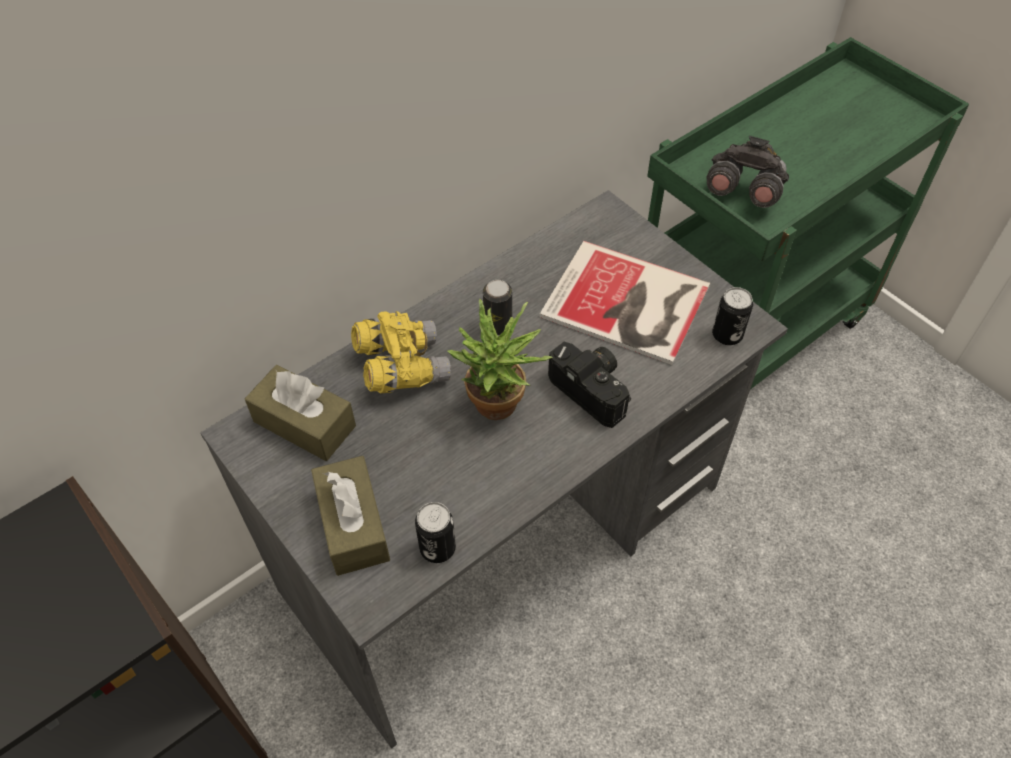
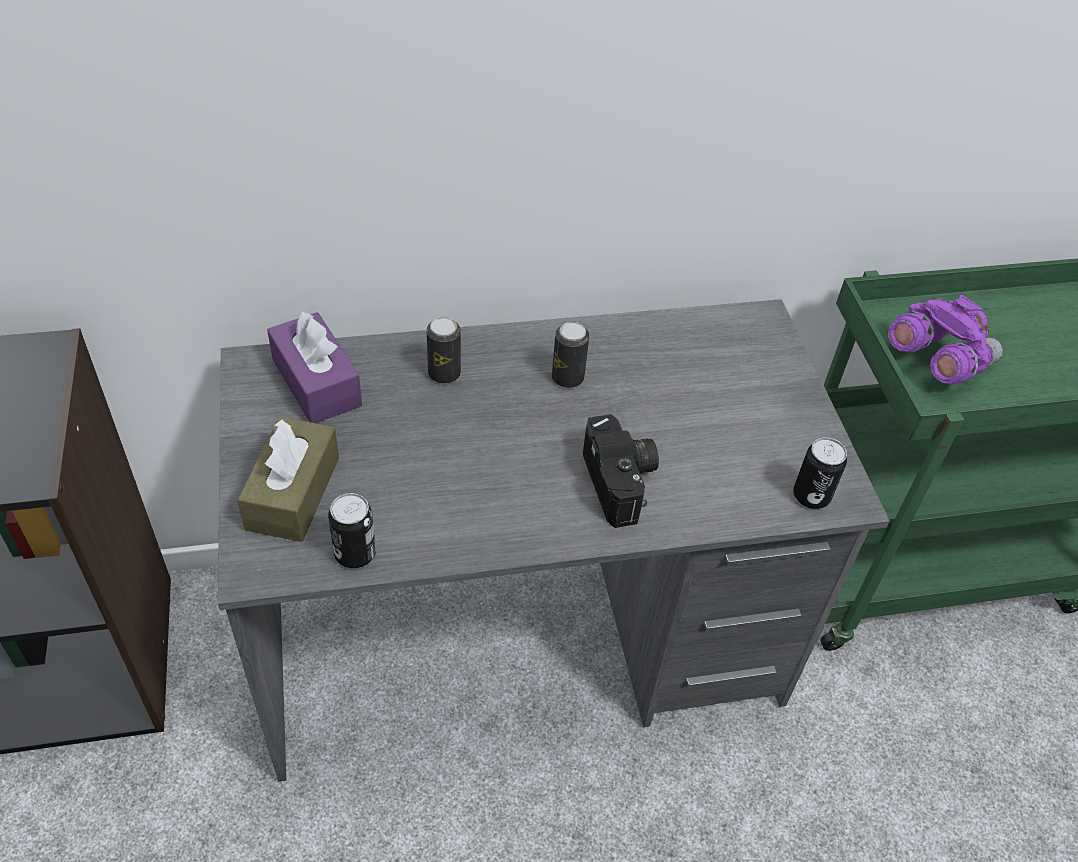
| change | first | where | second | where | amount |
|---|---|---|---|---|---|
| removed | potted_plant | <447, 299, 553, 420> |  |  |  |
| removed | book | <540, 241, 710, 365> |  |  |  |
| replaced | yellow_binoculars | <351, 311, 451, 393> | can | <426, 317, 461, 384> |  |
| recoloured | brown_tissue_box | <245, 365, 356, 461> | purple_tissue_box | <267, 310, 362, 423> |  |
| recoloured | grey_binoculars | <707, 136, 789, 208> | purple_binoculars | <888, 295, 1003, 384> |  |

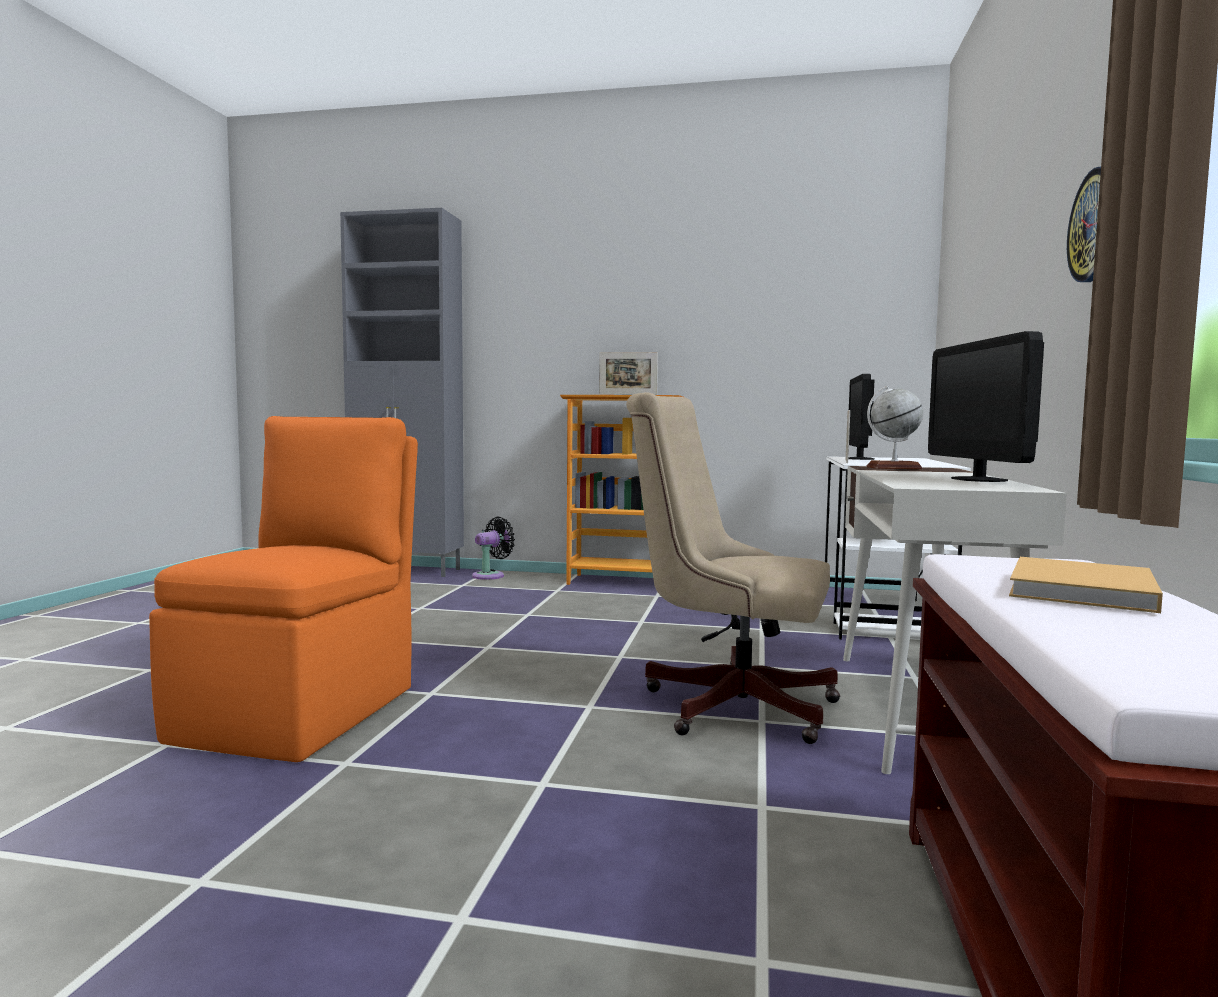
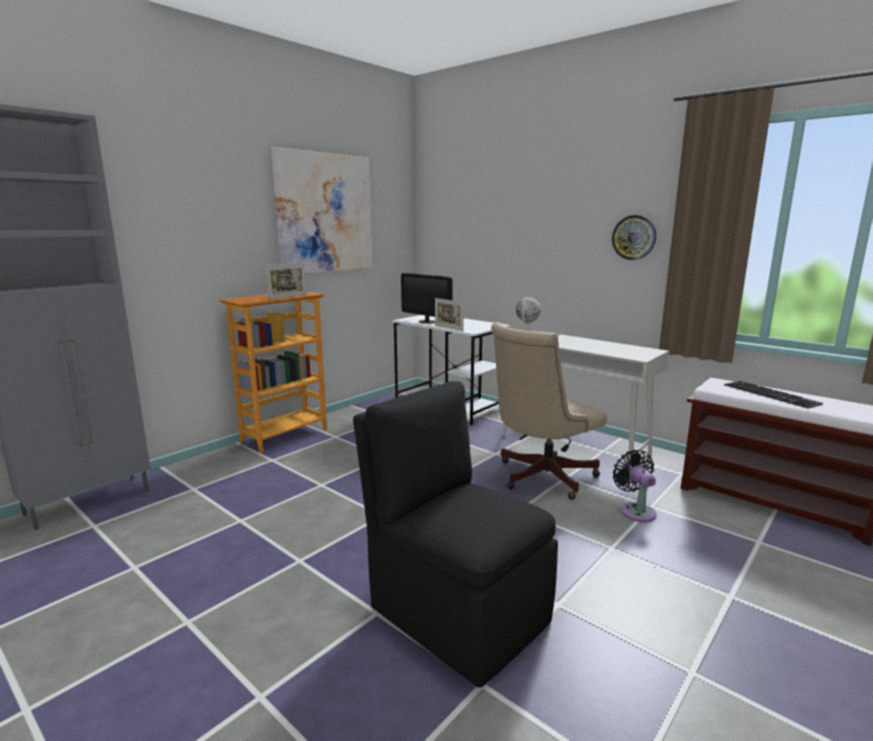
| change | first | where | second | where | amount |
|---|---|---|---|---|---|
| removed | monitor | <928, 331, 1044, 482> |  |  |  |
| added |  |  | picture | <271, 147, 372, 273> |  |
| moved | black_fan | <472, 517, 515, 580> |  | <613, 450, 657, 522> |  |
| replaced | beige_book | <1009, 557, 1163, 613> | keyboard | <724, 381, 823, 408> |  |
| recoloured | orange_chair | <149, 416, 418, 762> | black_chair | <353, 381, 558, 688> |  |

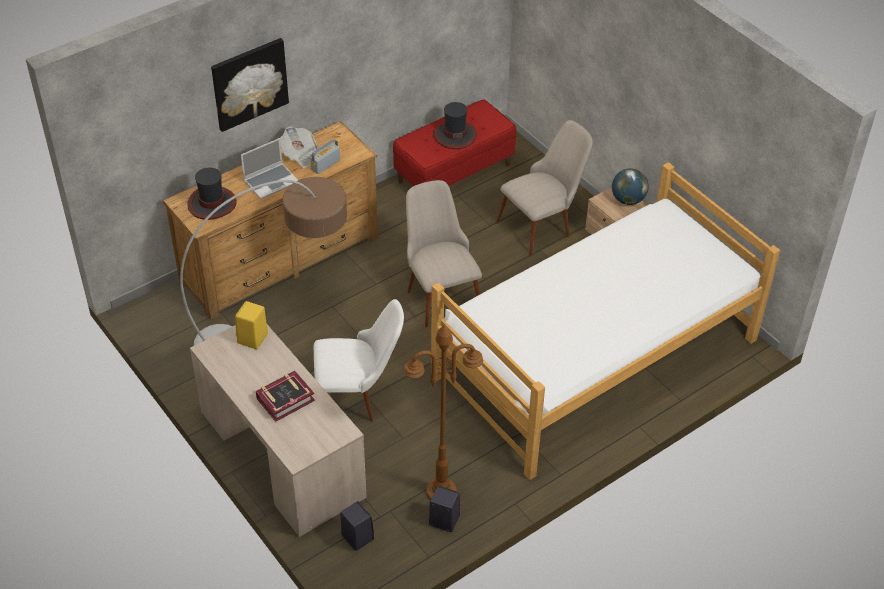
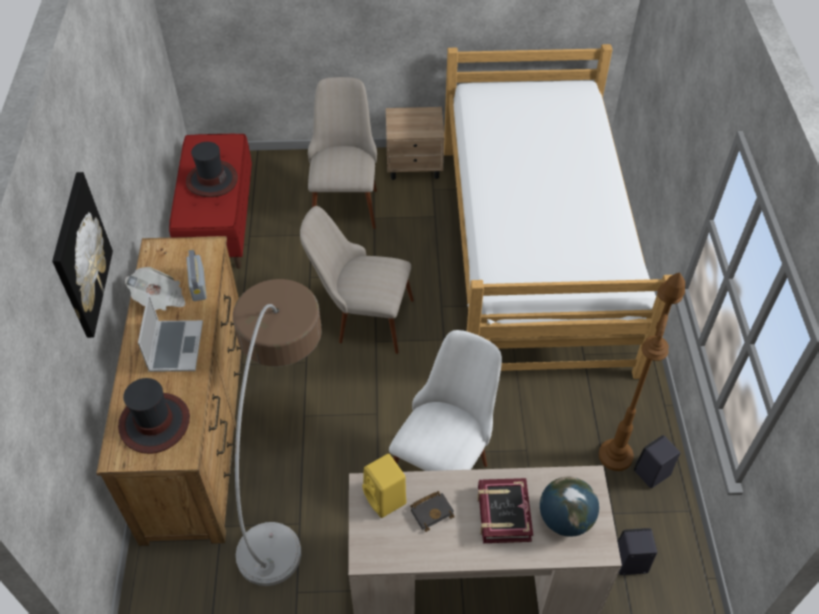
| change | first | where | second | where | amount |
|---|---|---|---|---|---|
| added |  |  | black_book | <410, 491, 455, 532> |  |
| moved | globe | <612, 168, 649, 205> |  | <540, 477, 599, 537> |  |

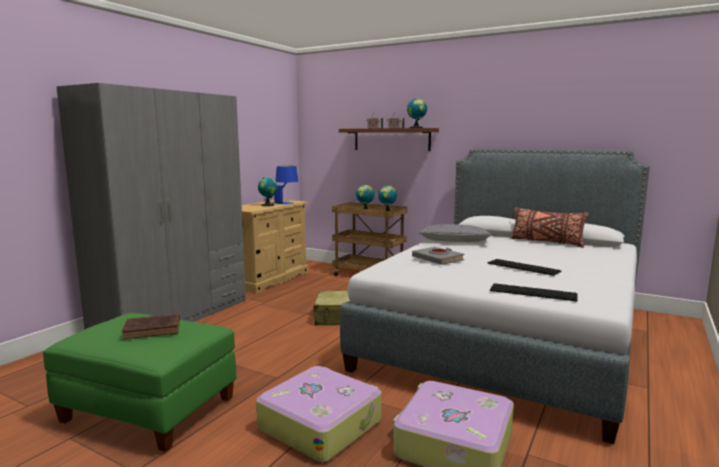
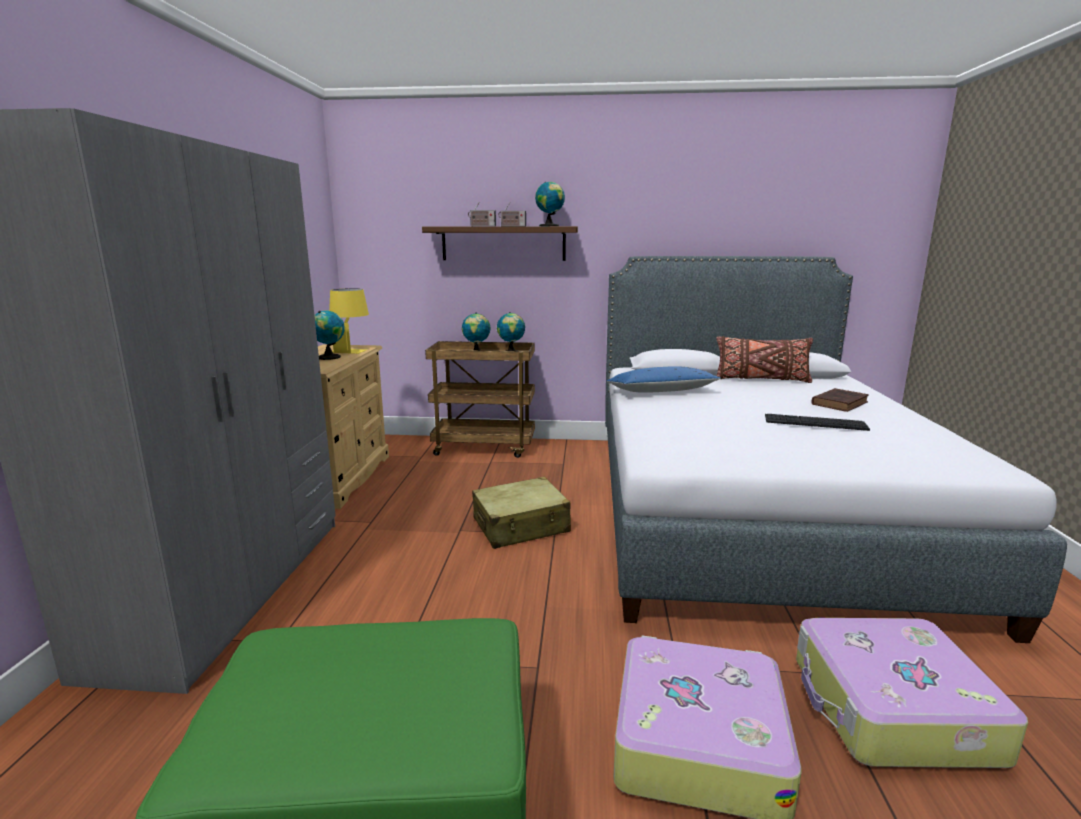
| change | first | where | second | where | amount |
|---|---|---|---|---|---|
| removed | grey_book | <412, 247, 464, 265> |  |  |  |
| removed | keyboard | <490, 283, 578, 302> |  |  |  |
| moved | brown_book | <122, 314, 180, 339> |  | <812, 388, 869, 412> |  |
| recoloured | blue_table_lamp | <274, 166, 298, 205> | yellow_table_lamp | <329, 288, 369, 354> |  |
| recoloured | grey_pillow | <418, 224, 492, 242> | blue_pillow | <607, 366, 721, 393> |  |

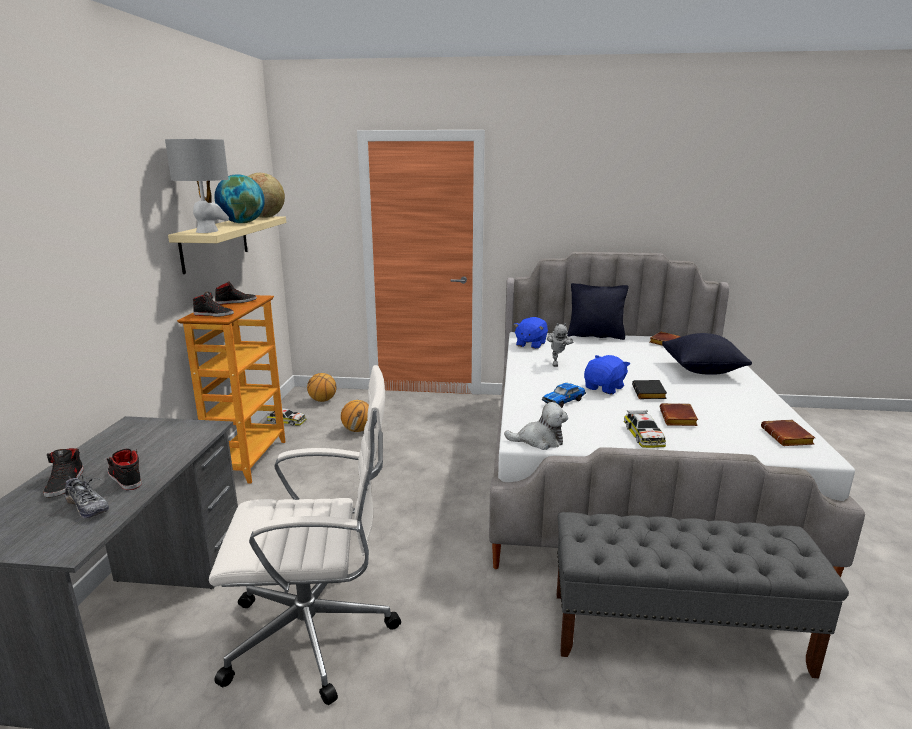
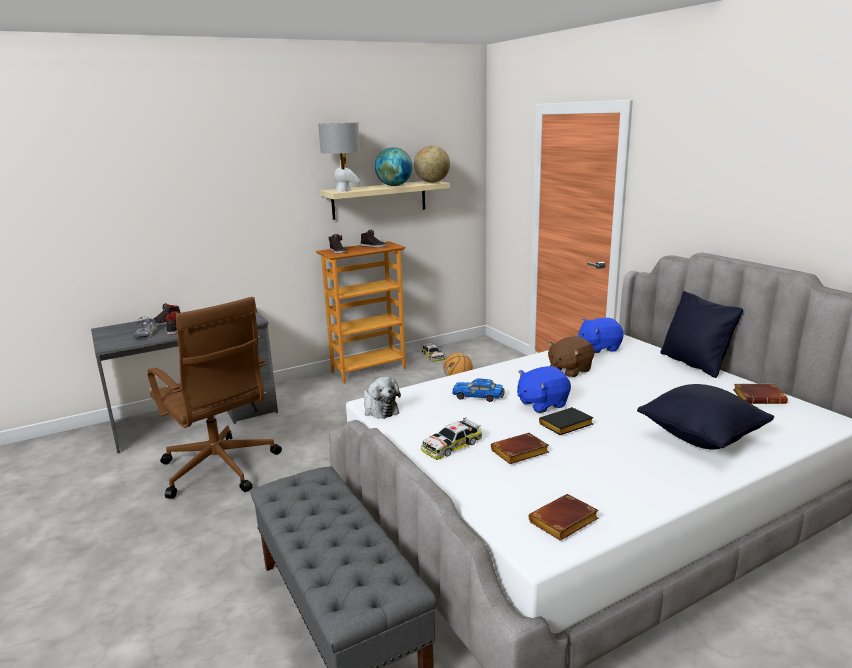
| change | first | where | second | where | amount |
|---|---|---|---|---|---|
| removed | basketball | <307, 373, 337, 402> |  |  |  |
| replaced | toy_robot | <547, 323, 573, 367> | brown_plush_toy | <548, 336, 595, 378> |  |
| recoloured | white_office_chair | <209, 365, 401, 705> | brown_office_chair | <147, 297, 282, 499> |  |
| turned | blue_plush_toy | <584, 355, 630, 394> |  | <517, 366, 571, 413> | 150 degrees clockwise |

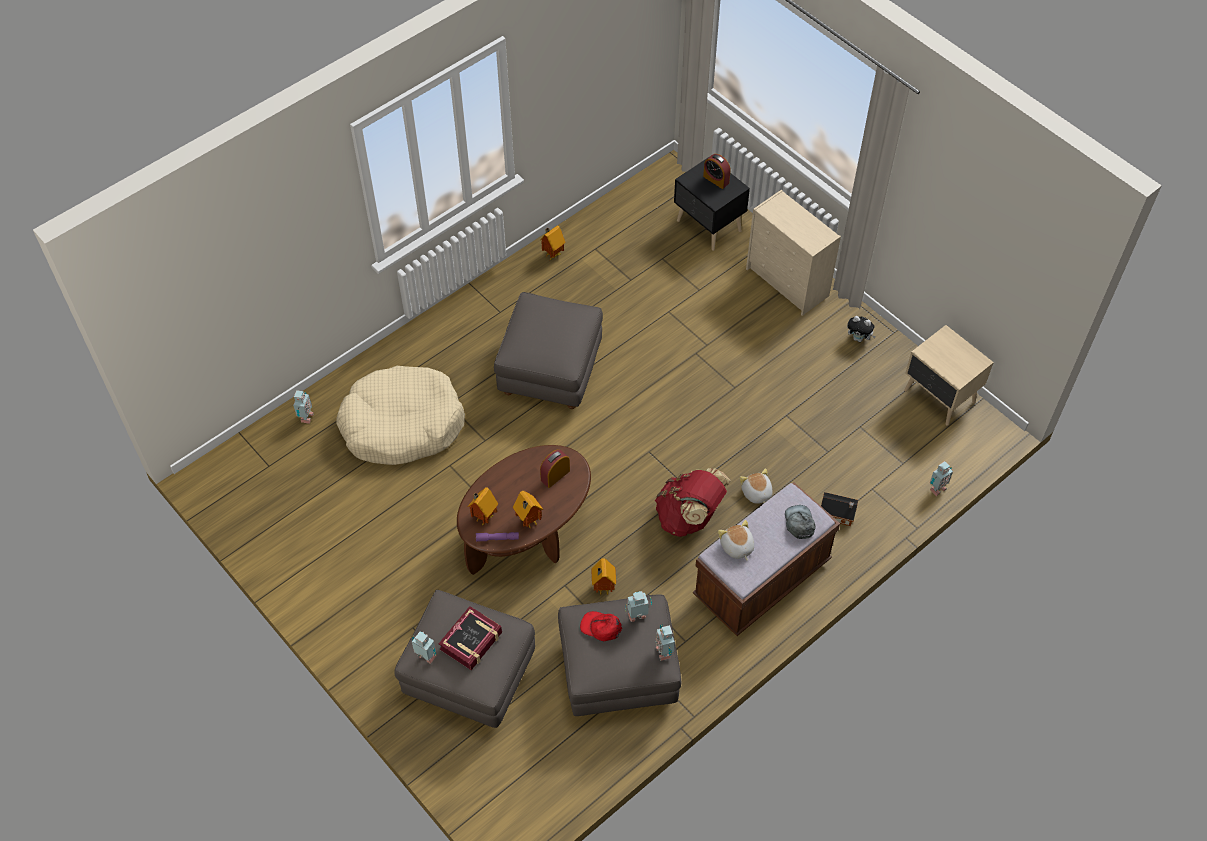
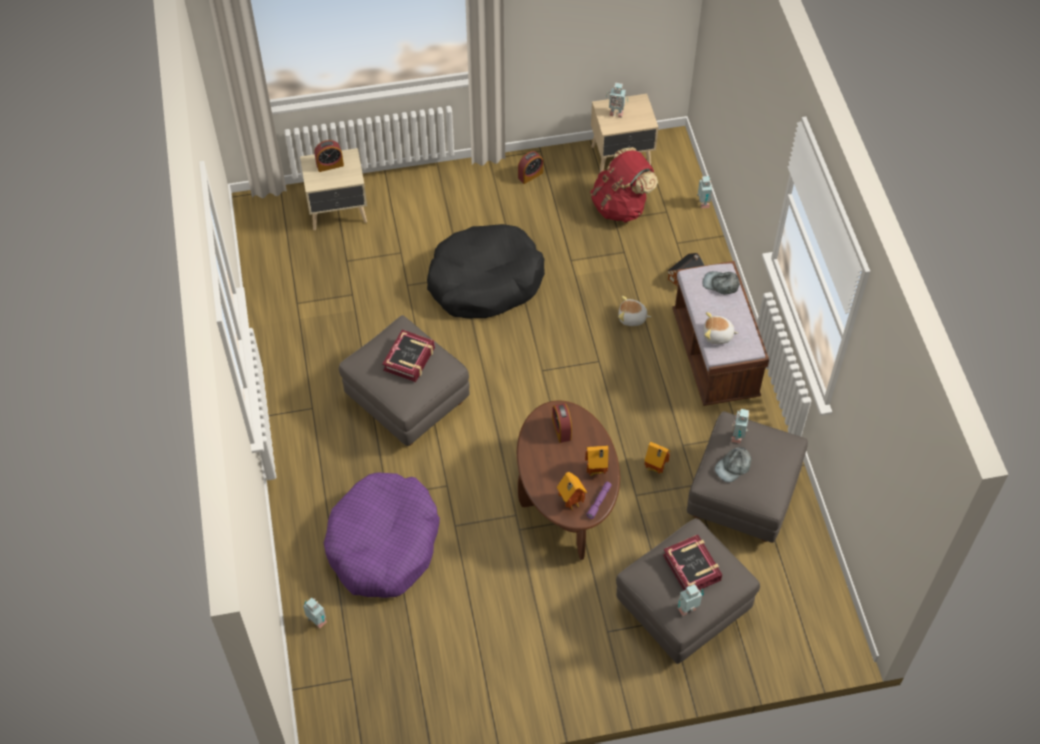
| change | first | where | second | where | amount |
|---|---|---|---|---|---|
| removed | toy_house | <540, 225, 566, 260> |  |  |  |
| removed | beige_dresser | <746, 190, 841, 316> |  |  |  |
| added |  |  | book | <382, 330, 435, 382> |  |
| added |  |  | black_dog_bed | <427, 224, 545, 318> |  |
| moved | red_backpack | <655, 468, 731, 537> |  | <590, 147, 658, 222> |  |
| moved | toy_robot | <655, 624, 675, 661> |  | <606, 82, 628, 118> |  |
| replaced | plush_toy | <847, 316, 876, 342> | alarm_clock | <518, 151, 543, 184> |  |
| recoloured | beige_dog_bed | <336, 366, 465, 465> | purple_dog_bed | <324, 473, 440, 598> |  |
| recoloured | red_cap | <580, 611, 622, 641> | grey_cap | <714, 447, 752, 483> |  |
| recoloured | black_nightstand | <674, 157, 750, 251> | beige_nightstand | <300, 148, 367, 230> |  |

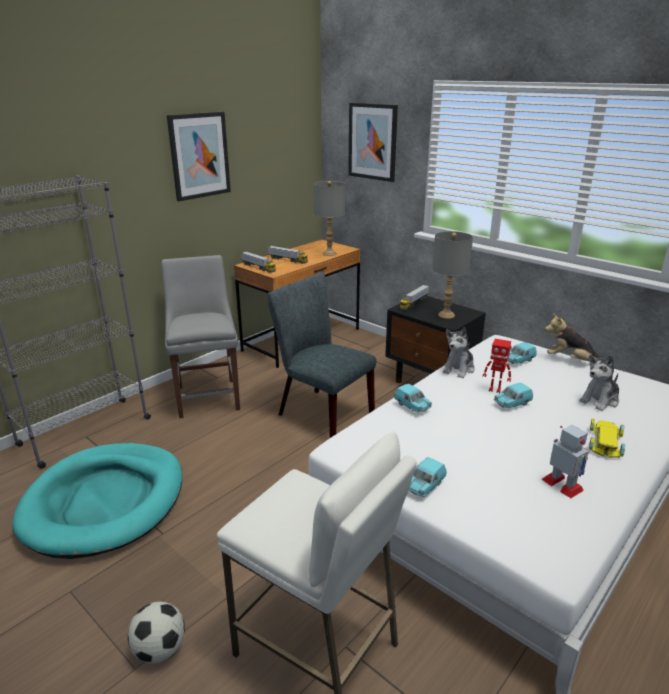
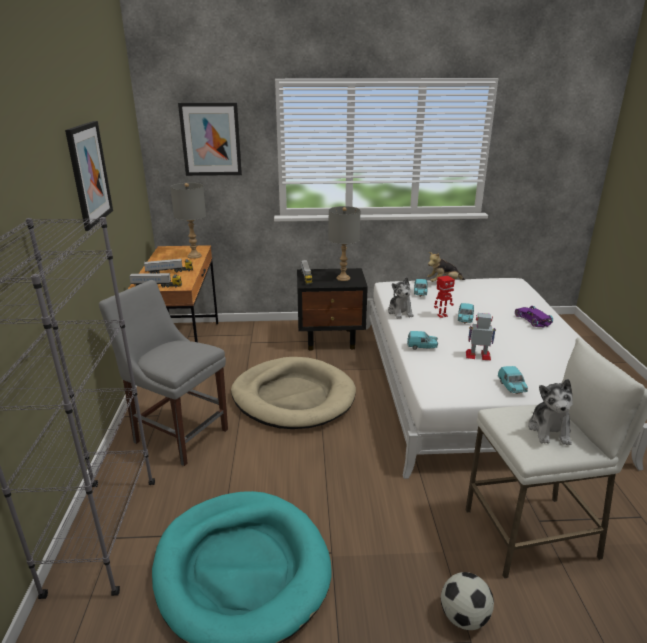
| change | first | where | second | where | amount |
|---|---|---|---|---|---|
| moved | toy_robot | <542, 425, 589, 498> |  | <466, 313, 496, 360> |  |
| moved | plush_toy | <579, 355, 619, 411> |  | <528, 379, 573, 445> |  |
| replaced | grey_chair | <268, 272, 376, 438> | beige_dog_bed | <231, 357, 356, 429> |  |
| recoloured | yellow_toy_car | <589, 419, 625, 458> | purple_toy_car | <515, 306, 553, 327> |  |

